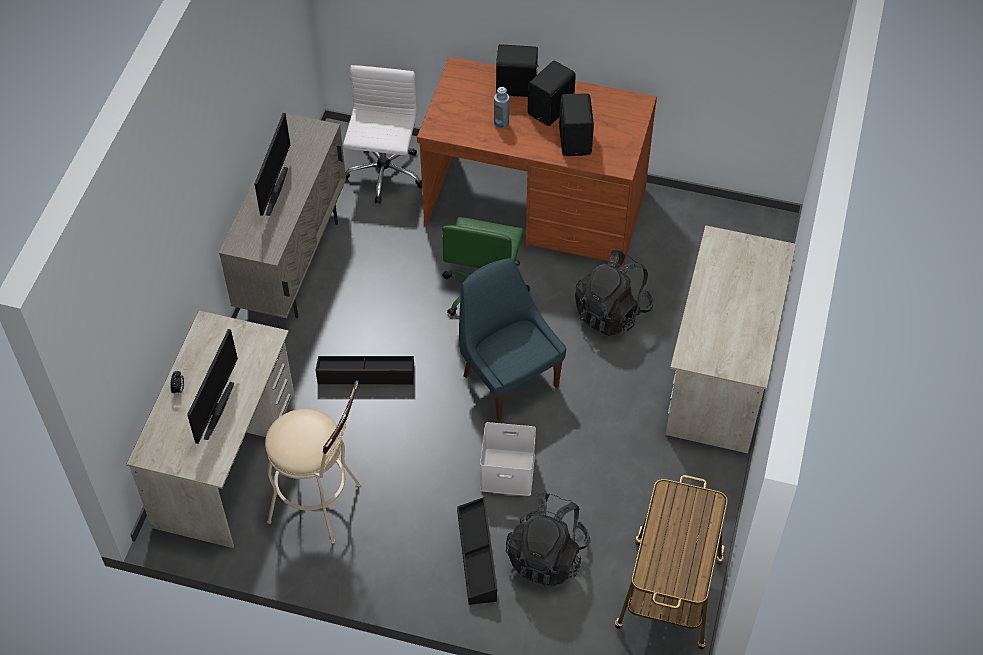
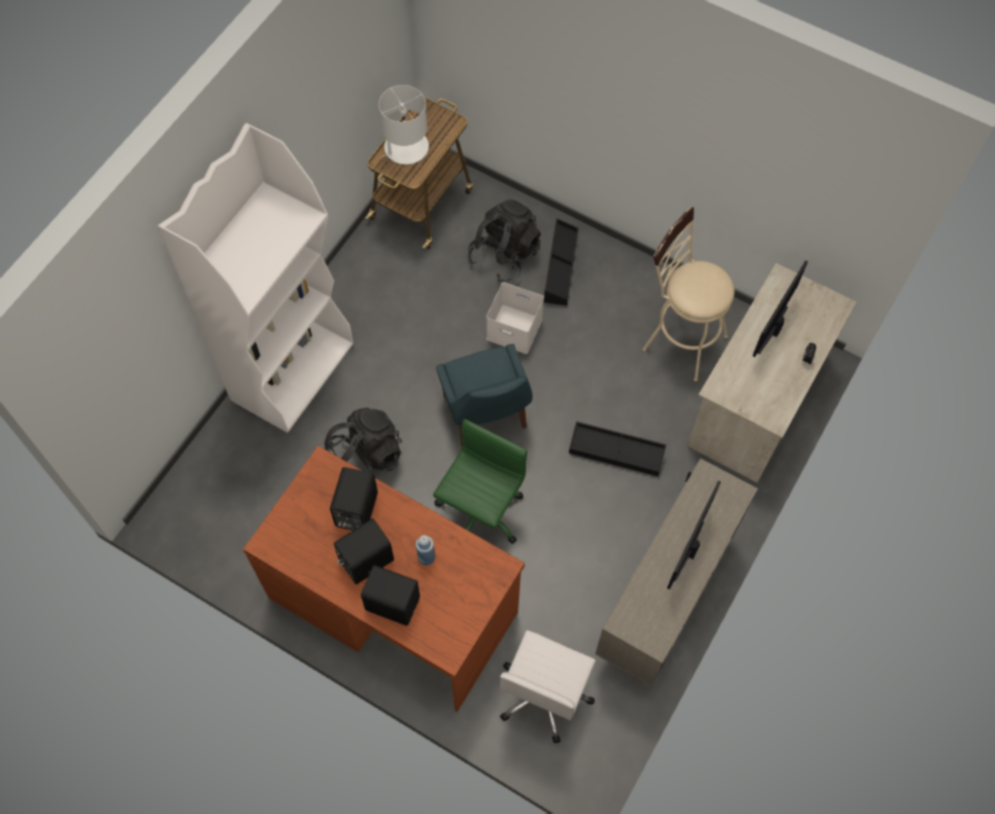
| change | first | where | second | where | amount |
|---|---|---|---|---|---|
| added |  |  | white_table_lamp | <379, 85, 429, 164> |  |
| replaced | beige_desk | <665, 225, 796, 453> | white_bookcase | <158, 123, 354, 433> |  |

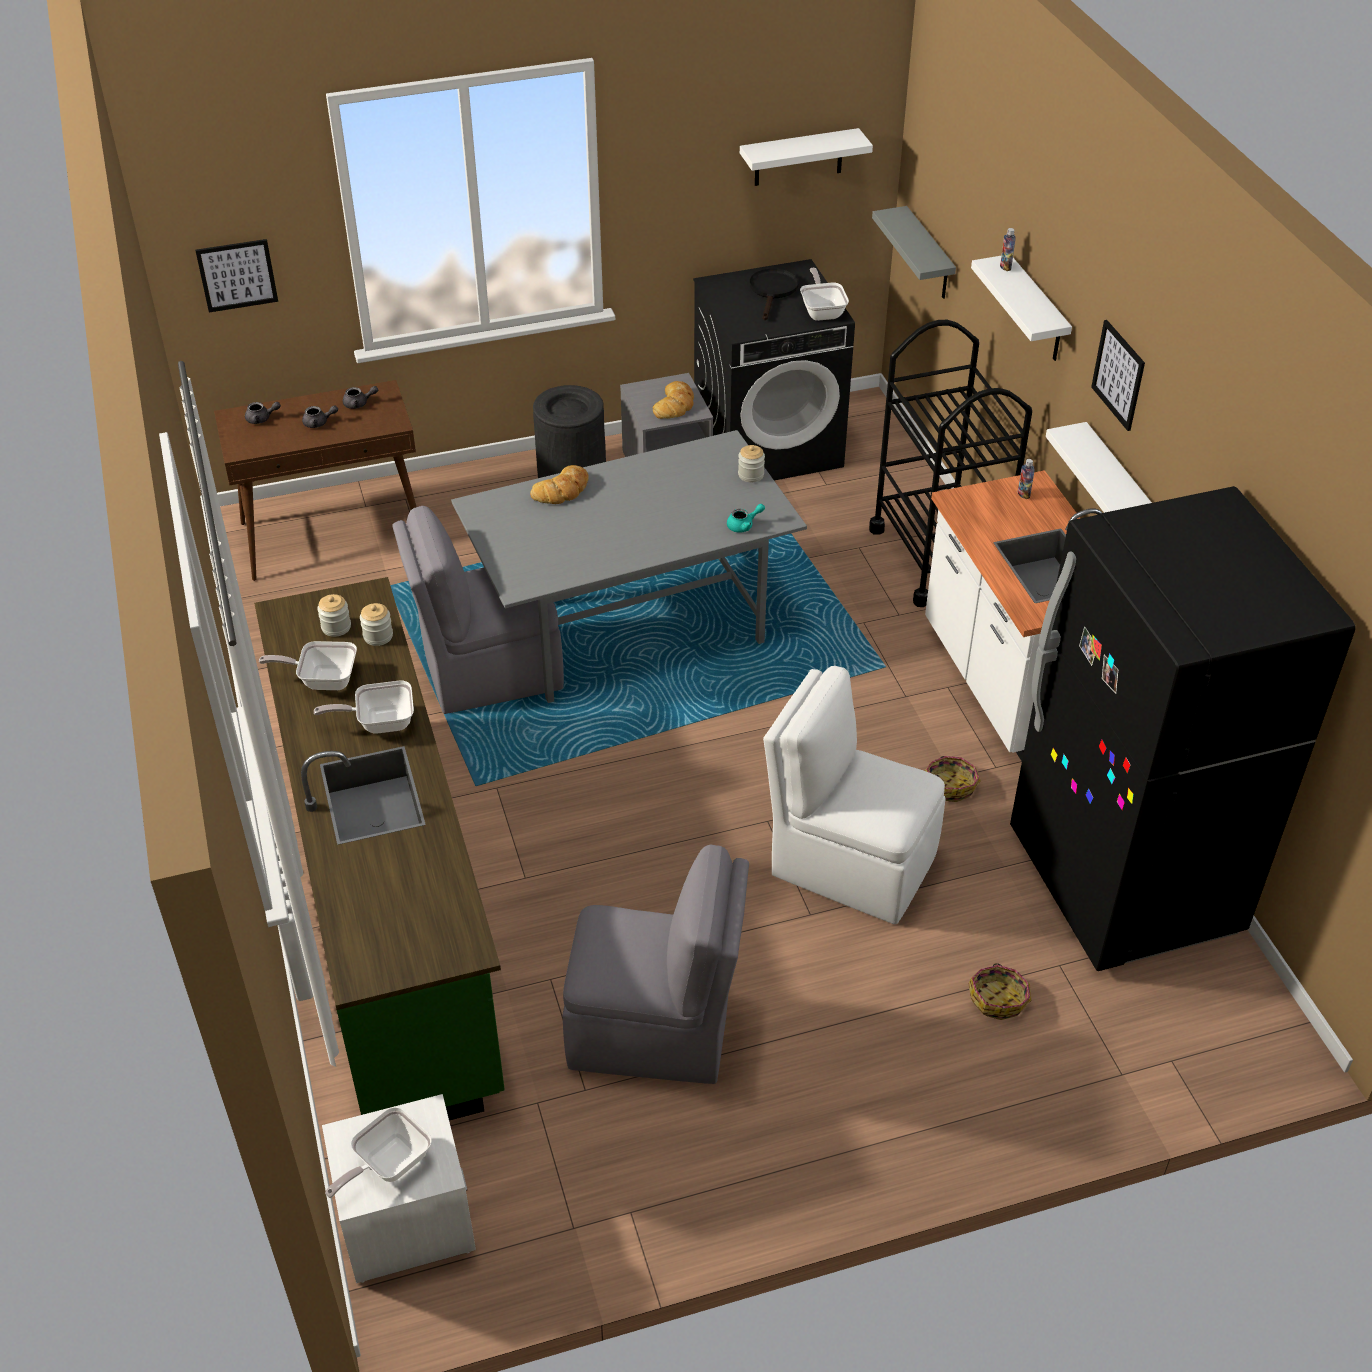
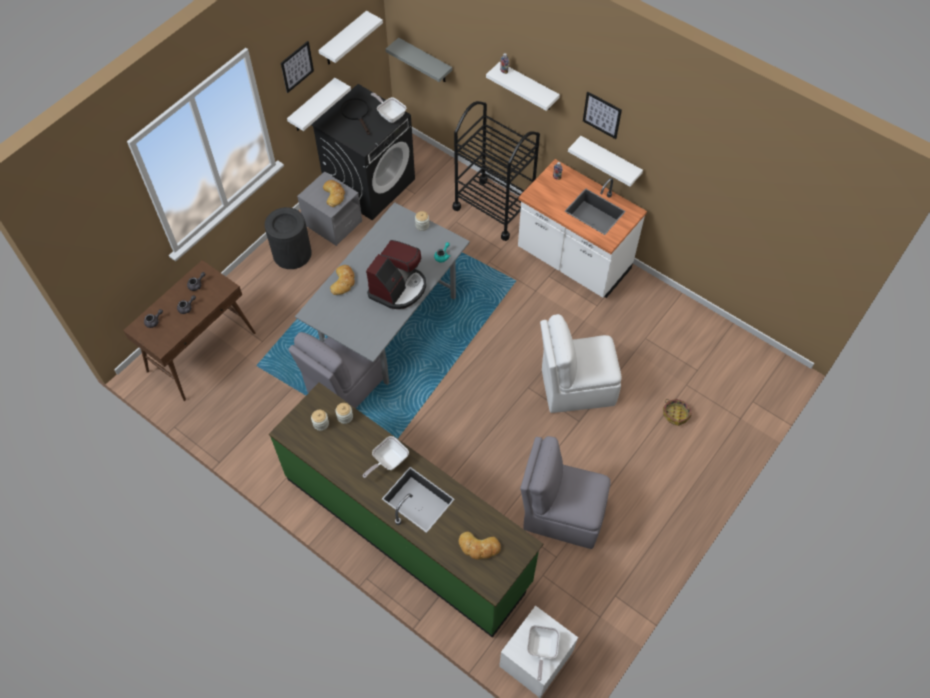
| change | first | where | second | where | amount |
|---|---|---|---|---|---|
| removed | frying_pan | <259, 641, 357, 690> |  |  |  |
| removed | basket | <925, 756, 981, 802> |  |  |  |
| removed | black_fridge | <1010, 486, 1355, 971> |  |  |  |
| added |  |  | white_shelf | <287, 78, 351, 131> |  |
| added |  |  | coffee_machine | <366, 240, 426, 309> |  |
| added |  |  | bread | <459, 532, 501, 560> |  |
| moved | picture | <195, 239, 278, 313> |  | <281, 41, 314, 93> |  |
| turned | grey_chair | <563, 845, 749, 1084> |  | <520, 436, 611, 549> | 135 degrees counterclockwise |

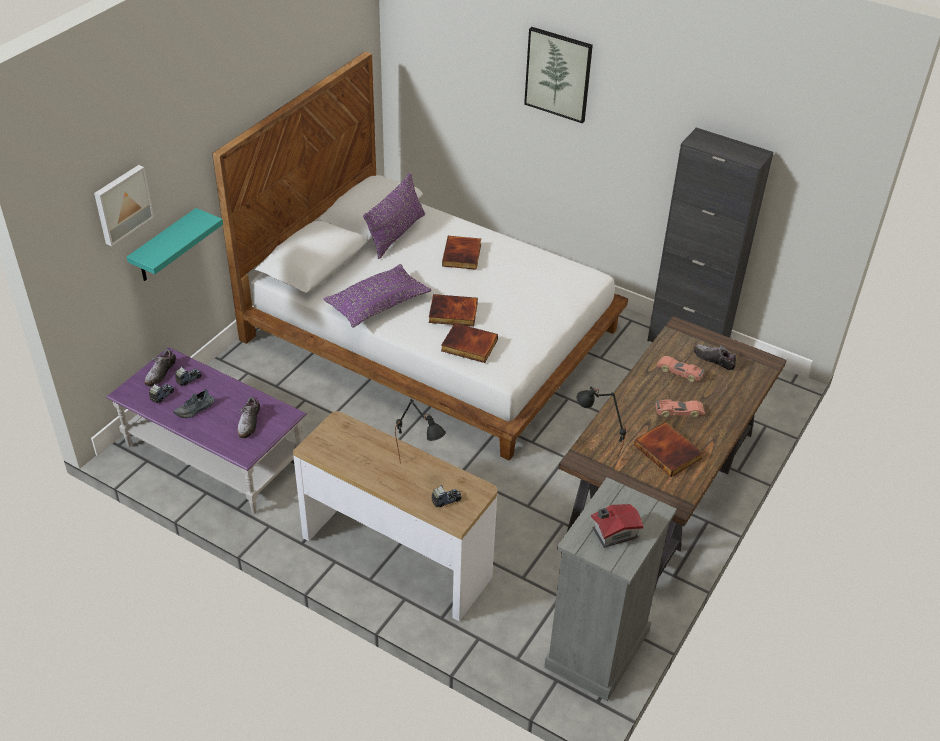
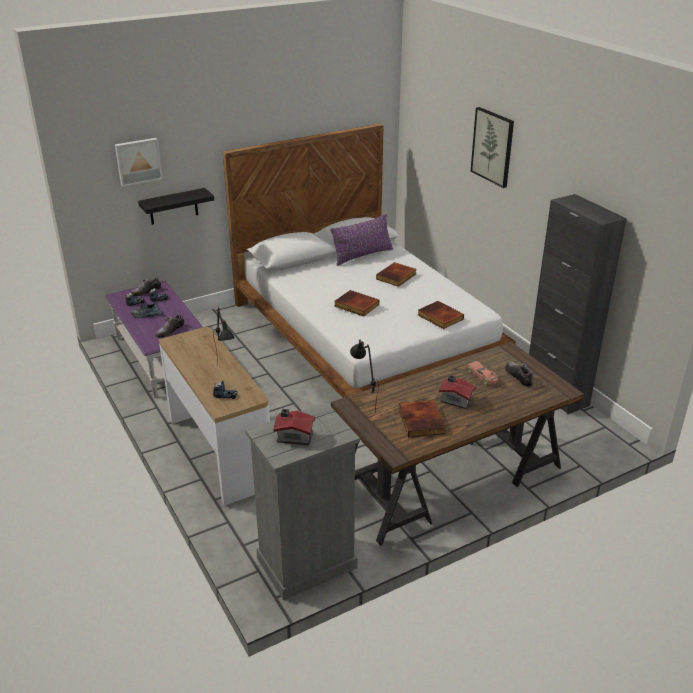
| change | first | where | second | where | amount |
|---|---|---|---|---|---|
| removed | purple_pillow | <324, 264, 431, 328> |  |  |  |
| moved | book | <441, 323, 498, 363> |  | <418, 301, 464, 329> |  |
| replaced | toy_car | <655, 399, 705, 417> | toy_house | <439, 375, 477, 409> |  |
| recoloured | turquoise_shelf | <127, 208, 223, 281> | black_shelf | <138, 188, 214, 225> |  |

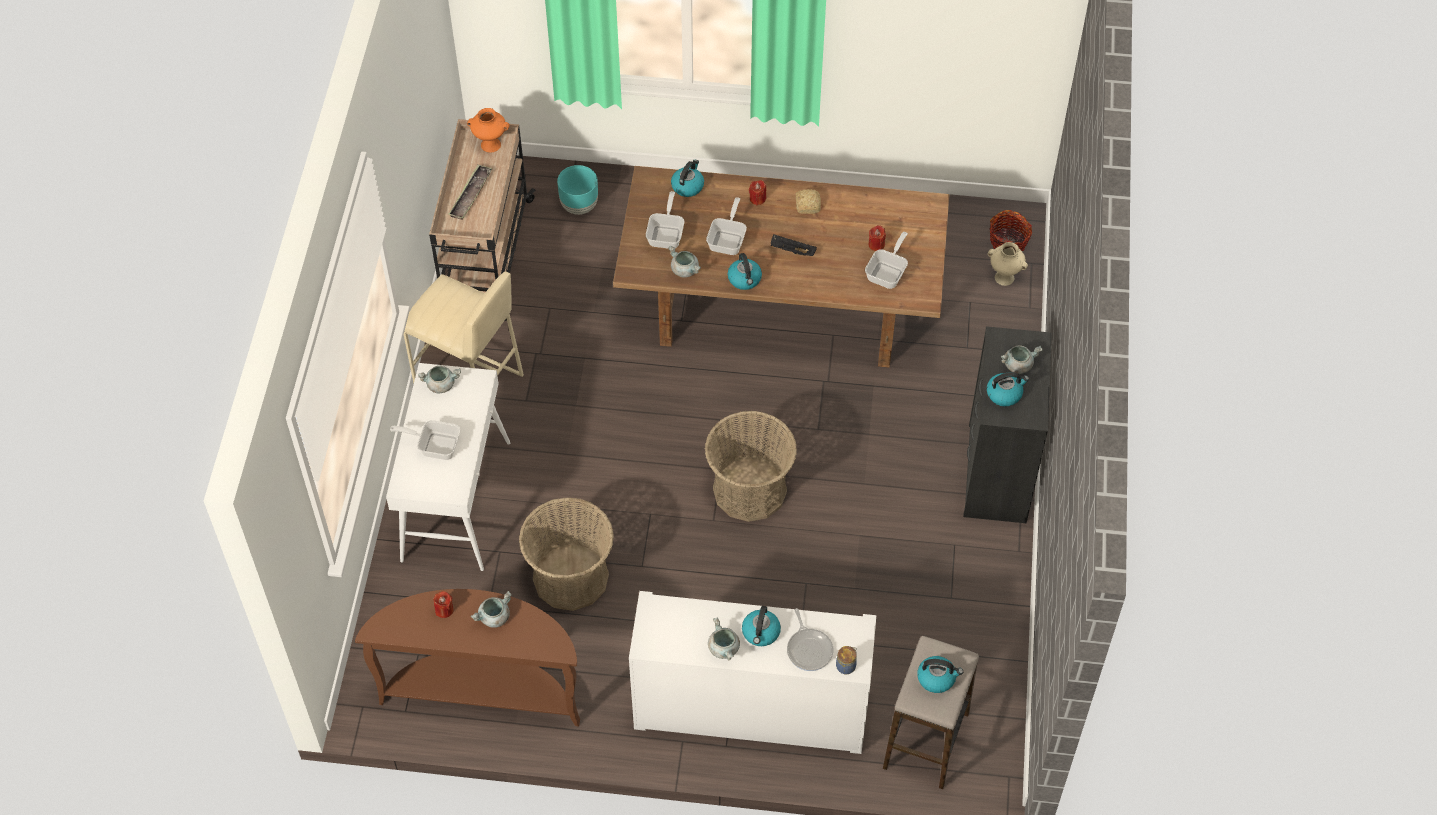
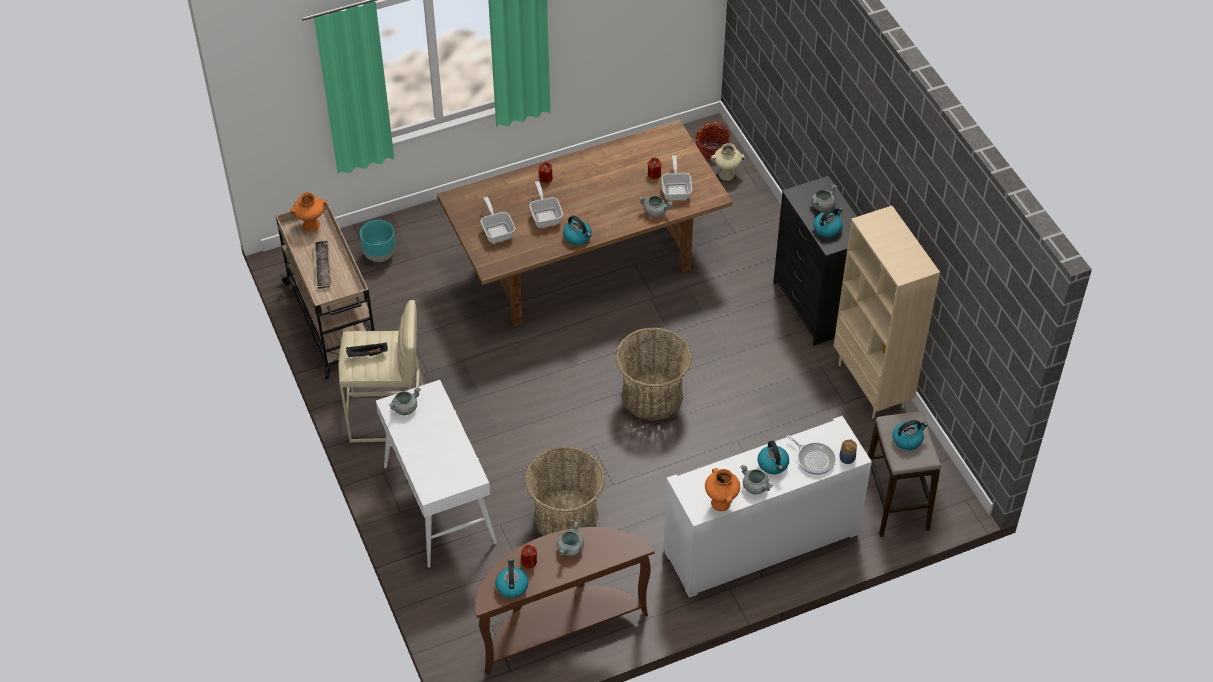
| change | first | where | second | where | amount |
|---|---|---|---|---|---|
| removed | frying_pan | <390, 420, 461, 460> |  |  |  |
| removed | bread | <796, 189, 821, 214> |  |  |  |
| added |  |  | orange_vase | <705, 468, 740, 511> |  |
| added |  |  | beige_bookcase | <833, 206, 940, 419> |  |
| moved | grey_cooking_pot | <668, 246, 701, 278> |  | <639, 196, 673, 218> |  |
| moved | kettle | <671, 160, 704, 197> |  | <495, 559, 529, 598> |  |
| moved | black_tray | <771, 234, 817, 256> |  | <346, 343, 388, 357> |  |

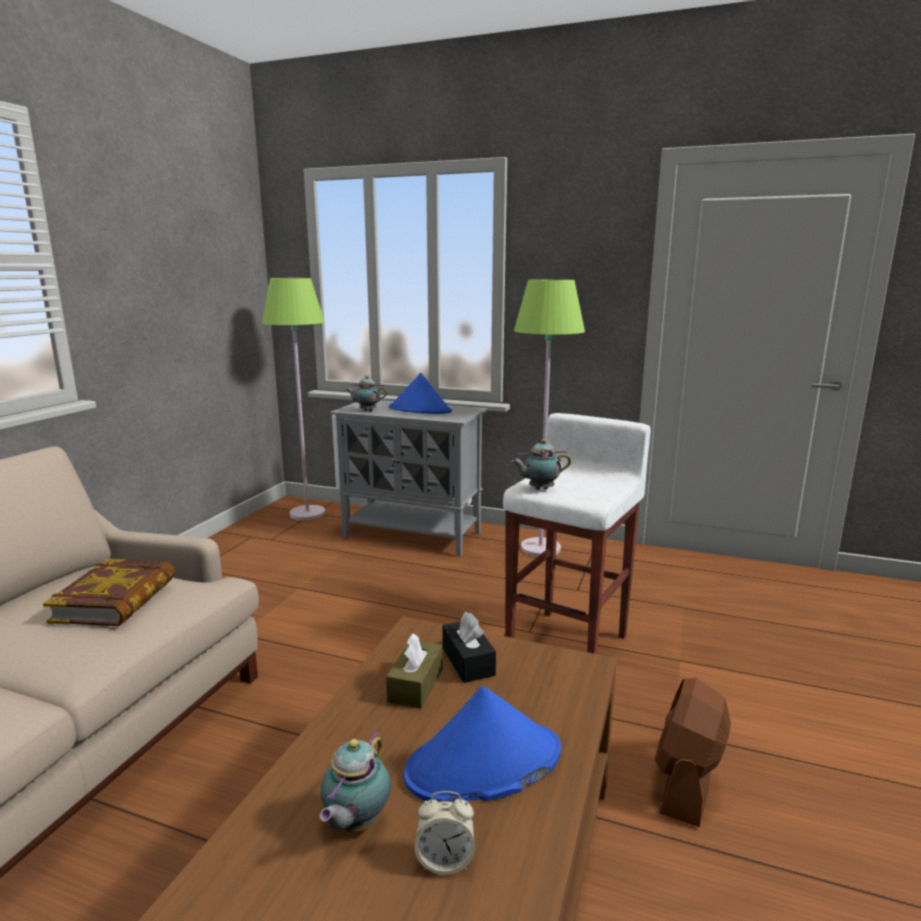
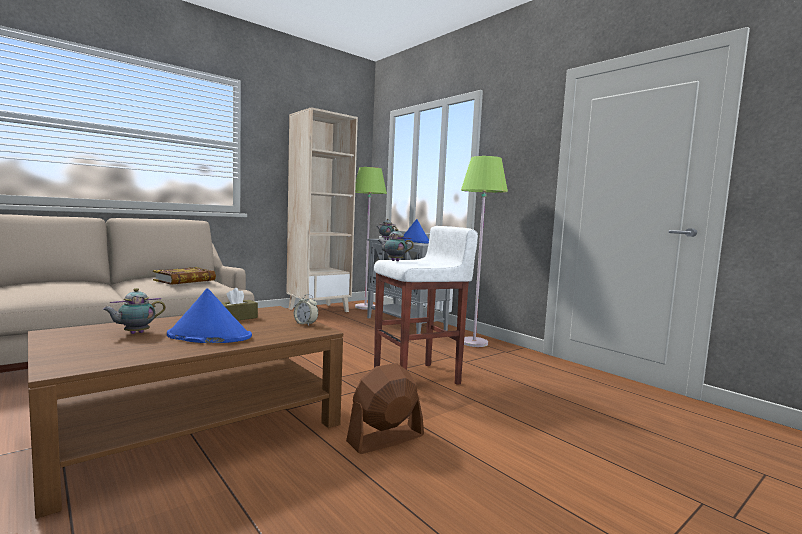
| change | first | where | second | where | amount |
|---|---|---|---|---|---|
| removed | black_tissue_box | <442, 612, 496, 683> |  |  |  |
| added |  |  | beige_bookcase | <286, 107, 358, 312> |  |
| moved | alarm_clock | <414, 791, 475, 875> |  | <294, 294, 318, 326> |  |

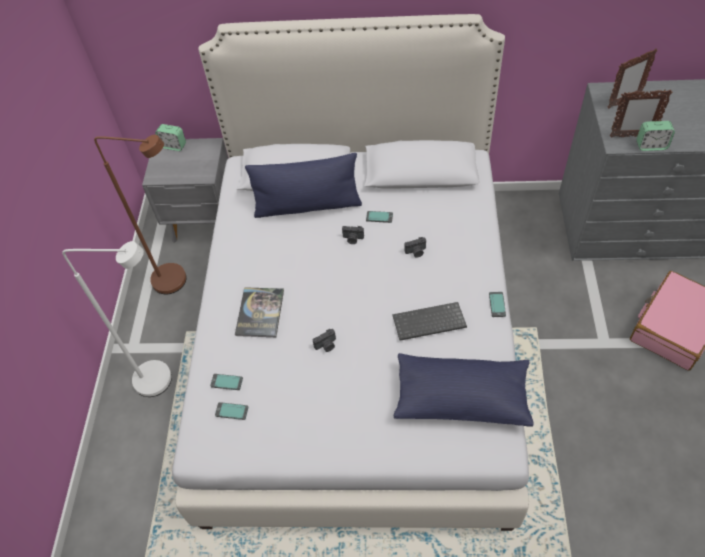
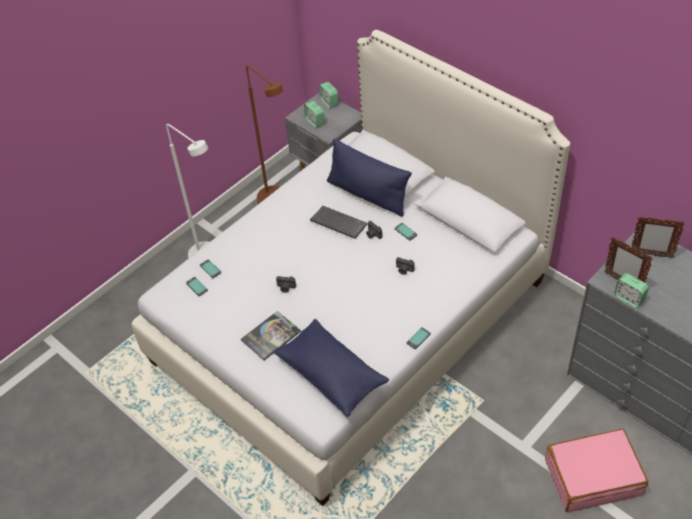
| change | first | where | second | where | amount |
|---|---|---|---|---|---|
| added |  |  | alarm_clock | <304, 101, 324, 128> |  |
| moved | book | <235, 287, 284, 337> |  | <241, 311, 301, 361> |  |
| moved | keyboard | <393, 302, 467, 341> |  | <310, 206, 368, 239> |  |

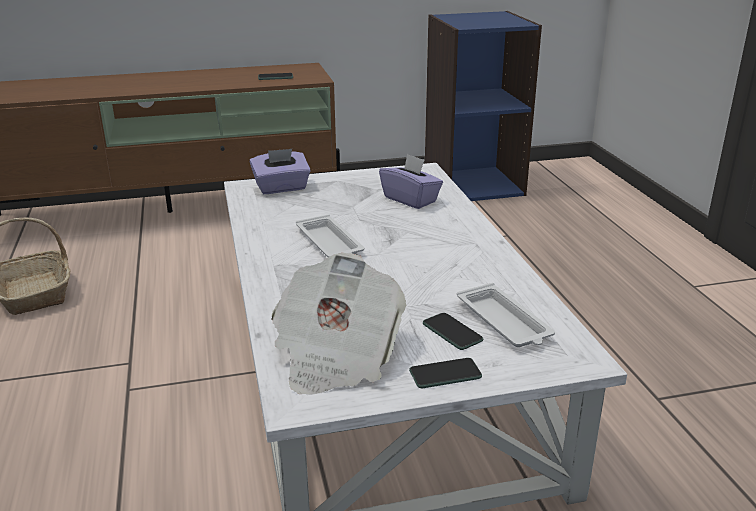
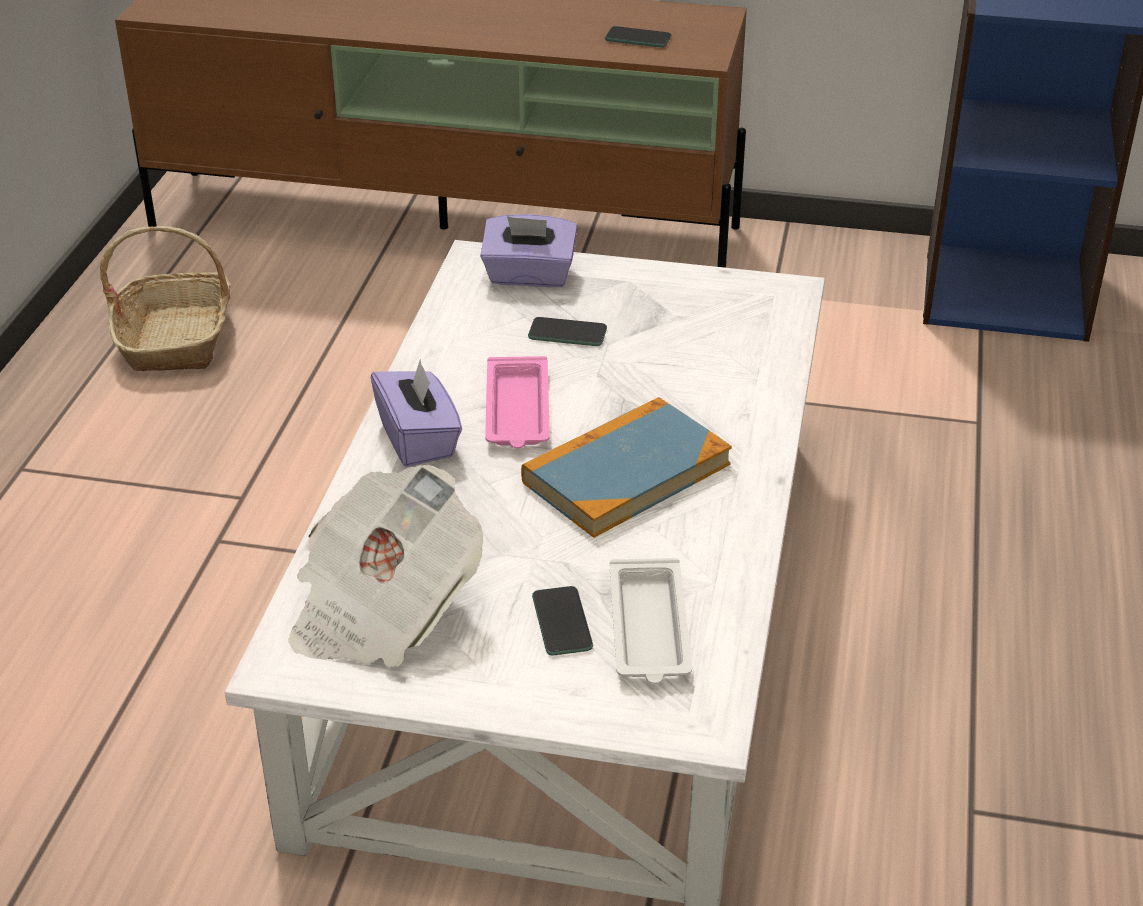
| change | first | where | second | where | amount |
|---|---|---|---|---|---|
| added |  |  | book | <521, 397, 732, 538> |  |
| moved | purple_tissue_box | <379, 154, 443, 209> |  | <371, 358, 462, 467> |  |
| moved | phone | <409, 358, 482, 388> |  | <528, 317, 607, 346> |  |
| recoloured | white_tray | <296, 214, 364, 257> | pink_tray | <485, 356, 550, 448> |  |

